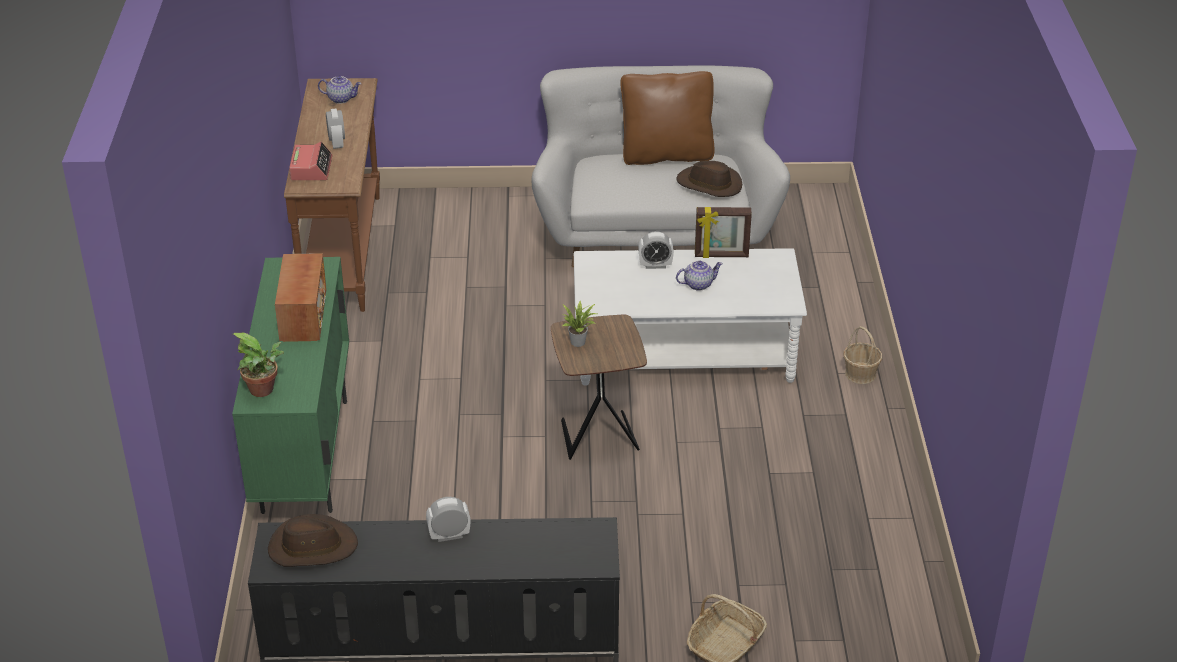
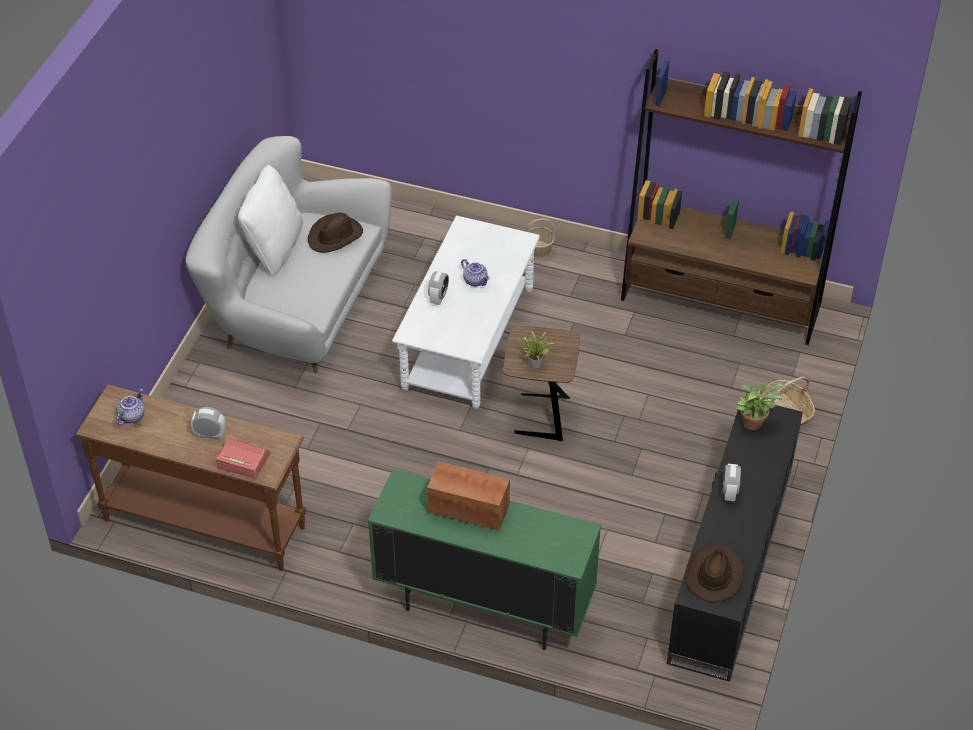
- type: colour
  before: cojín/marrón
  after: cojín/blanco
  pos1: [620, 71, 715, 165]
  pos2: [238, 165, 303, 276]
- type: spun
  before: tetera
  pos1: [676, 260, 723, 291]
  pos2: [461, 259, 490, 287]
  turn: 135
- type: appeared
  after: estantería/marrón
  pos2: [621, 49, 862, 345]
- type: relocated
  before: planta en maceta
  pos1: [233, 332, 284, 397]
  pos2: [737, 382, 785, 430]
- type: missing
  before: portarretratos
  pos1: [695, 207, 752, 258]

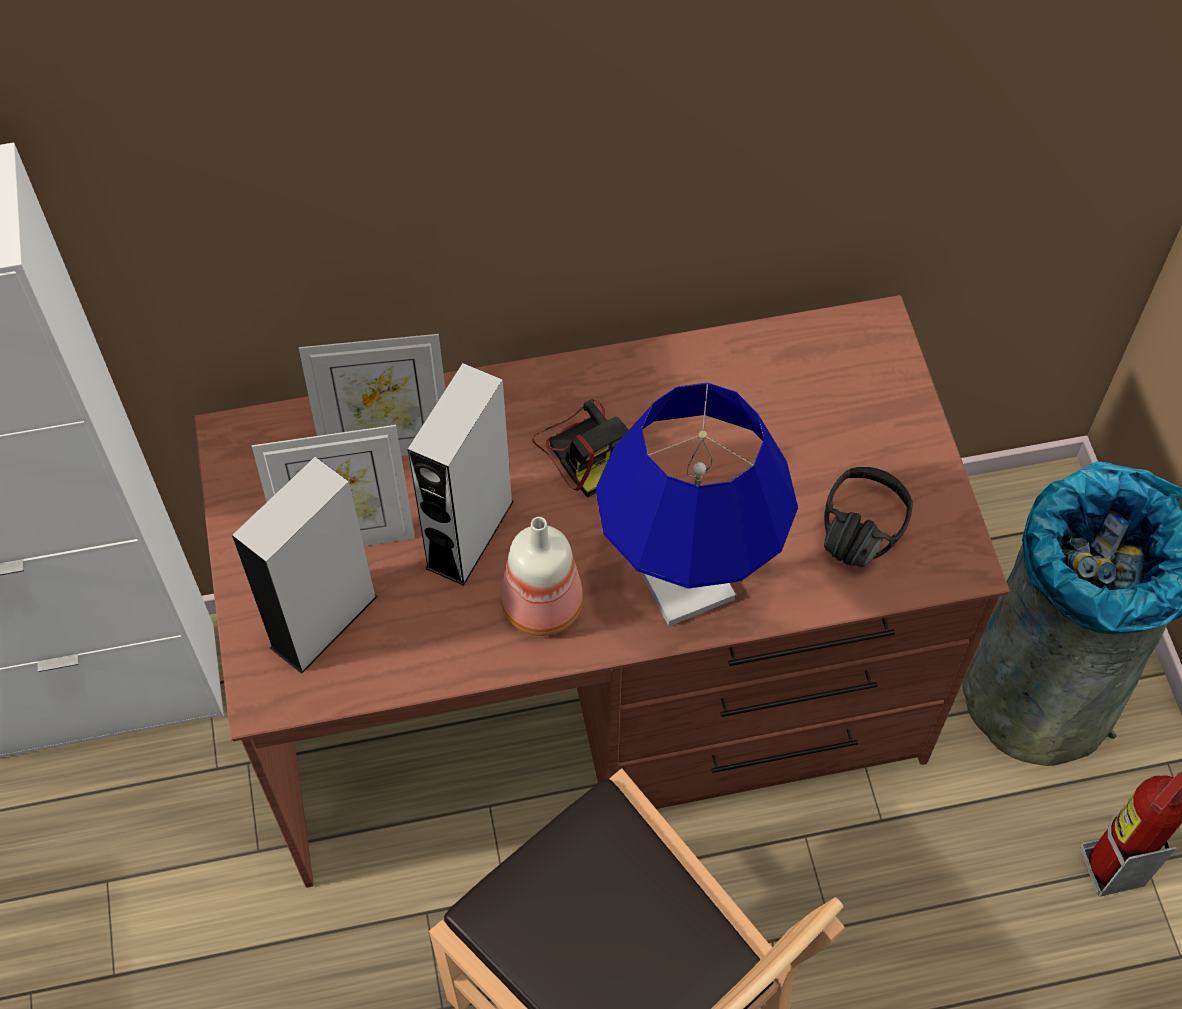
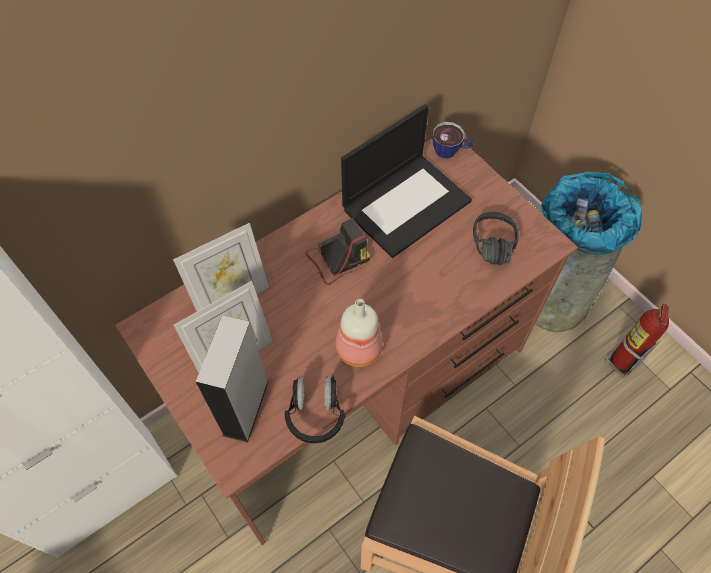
- type: appeared
  after: auriculares/negro
  pos2: [284, 375, 345, 443]
- type: spun
  before: cámara
  pos1: [533, 399, 629, 498]
  pos2: [306, 218, 370, 285]
  turn: -60
- type: appeared
  after: portátil
  pos2: [341, 104, 472, 258]
- type: appeared
  after: taza
  pos2: [433, 122, 474, 159]
- type: missing
  before: altavoz/gris
  pos1: [408, 363, 514, 586]
- type: missing
  before: lámpara de mesa/azul
  pos1: [595, 383, 798, 626]

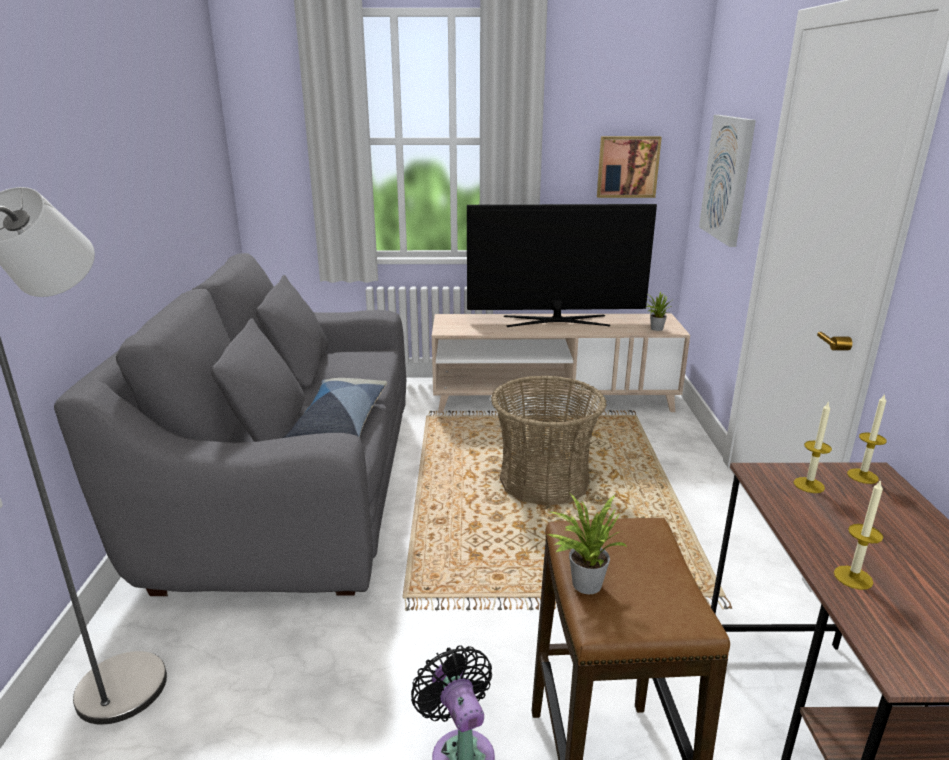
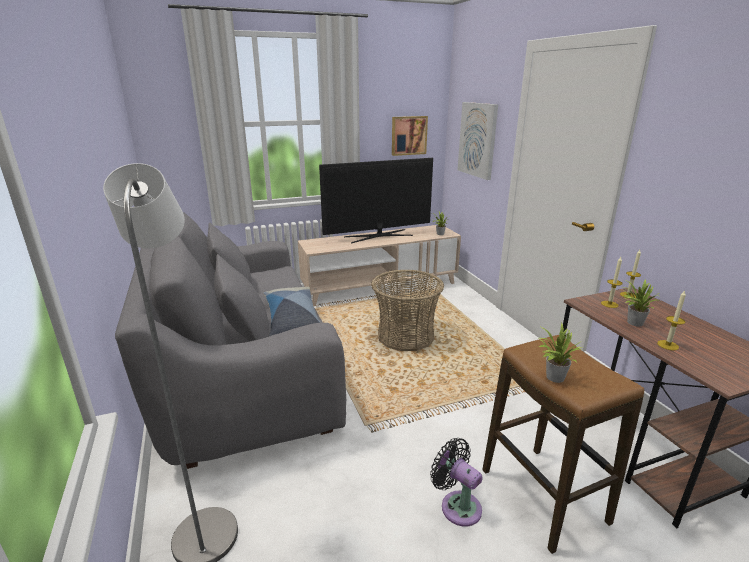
- type: appeared
  after: planta en maceta
  pos2: [624, 279, 659, 327]

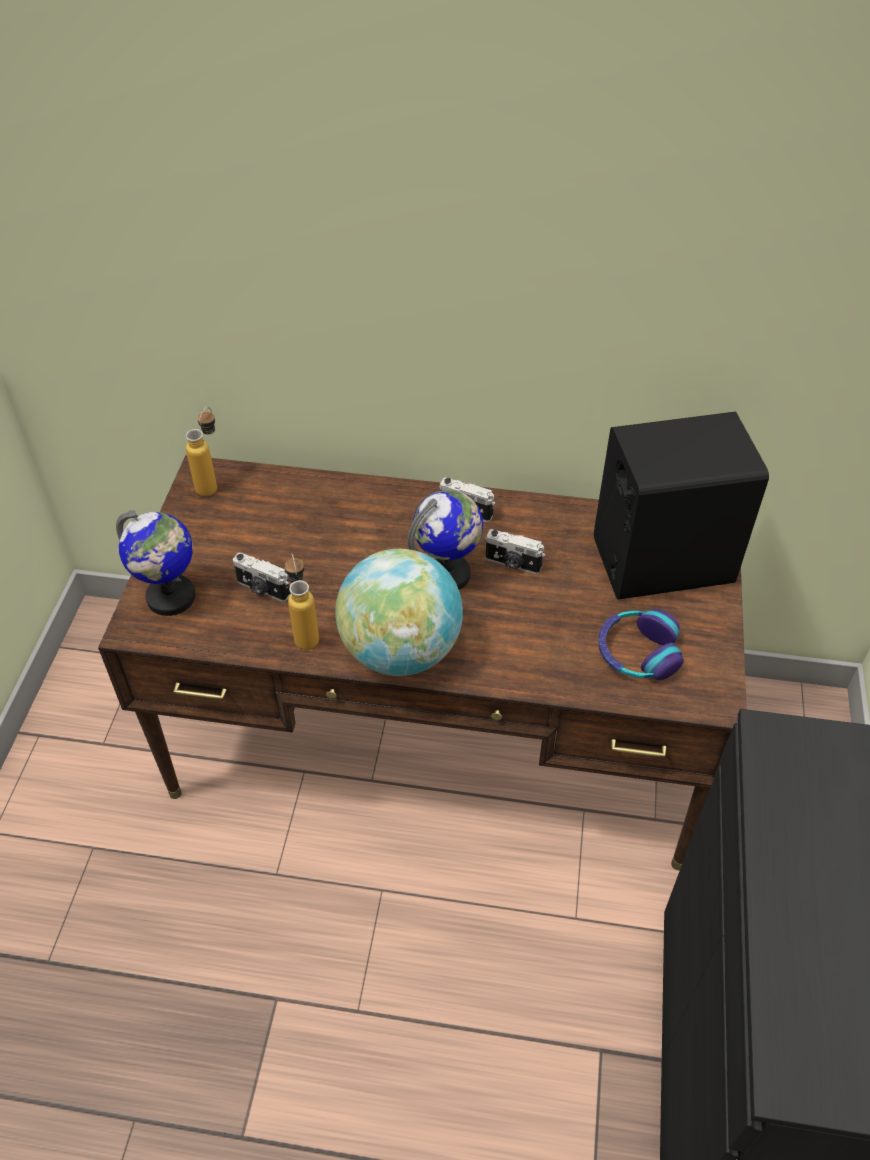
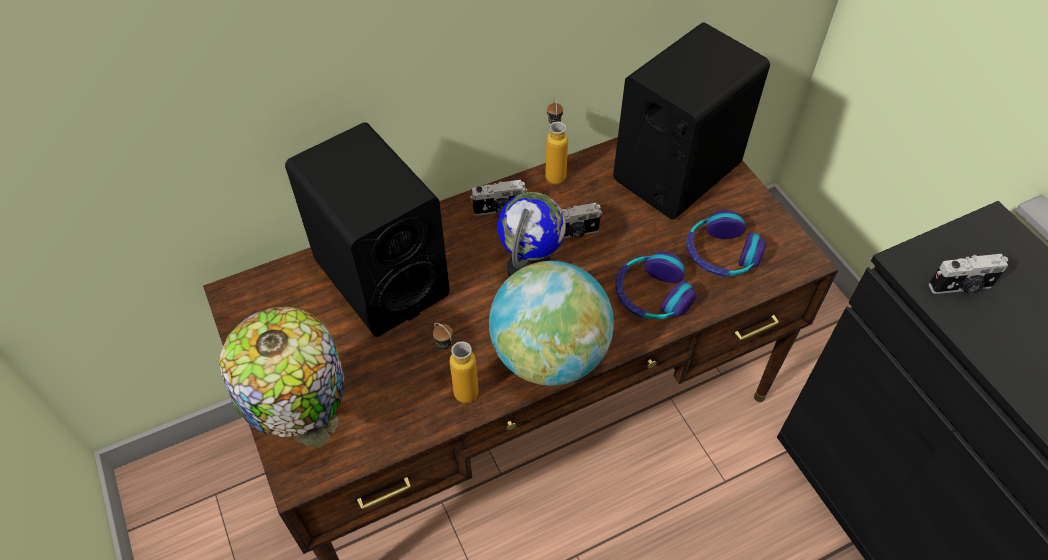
- type: exchanged
  before: globo terráqueo
  after: lámpara de mesa
  pos1: [116, 510, 196, 616]
  pos2: [219, 307, 344, 448]
- type: appeared
  after: altavoz/negro
  pos2: [285, 122, 450, 337]
- type: relocated
  before: botella
  pos1: [186, 407, 217, 496]
  pos2: [545, 98, 568, 184]
- type: appeared
  after: auriculares
  pos2: [615, 252, 697, 319]
- type: relocated
  before: cámara
  pos1: [233, 552, 291, 602]
  pos2: [928, 253, 1008, 294]

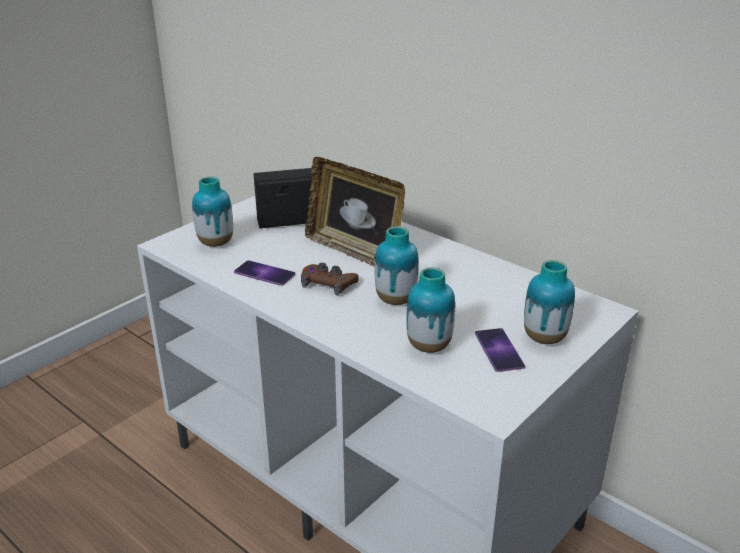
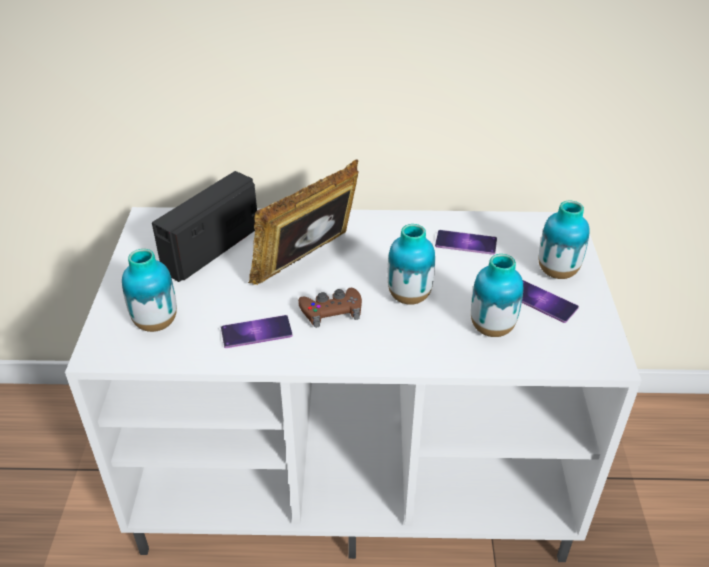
- type: spun
  before: portarretratos
  pos1: [305, 157, 405, 267]
  pos2: [248, 159, 359, 285]
  turn: 135
- type: appeared
  after: móvil
  pos2: [435, 230, 497, 255]

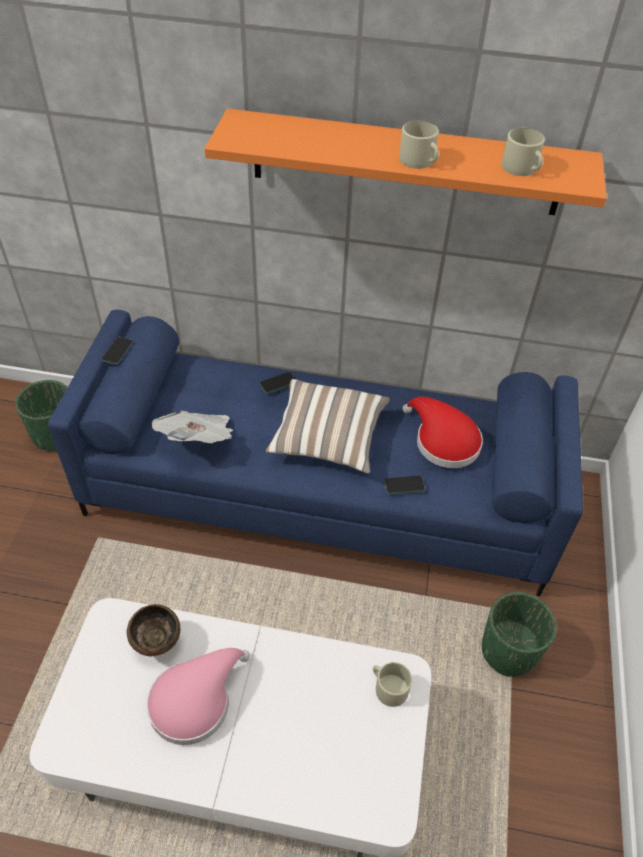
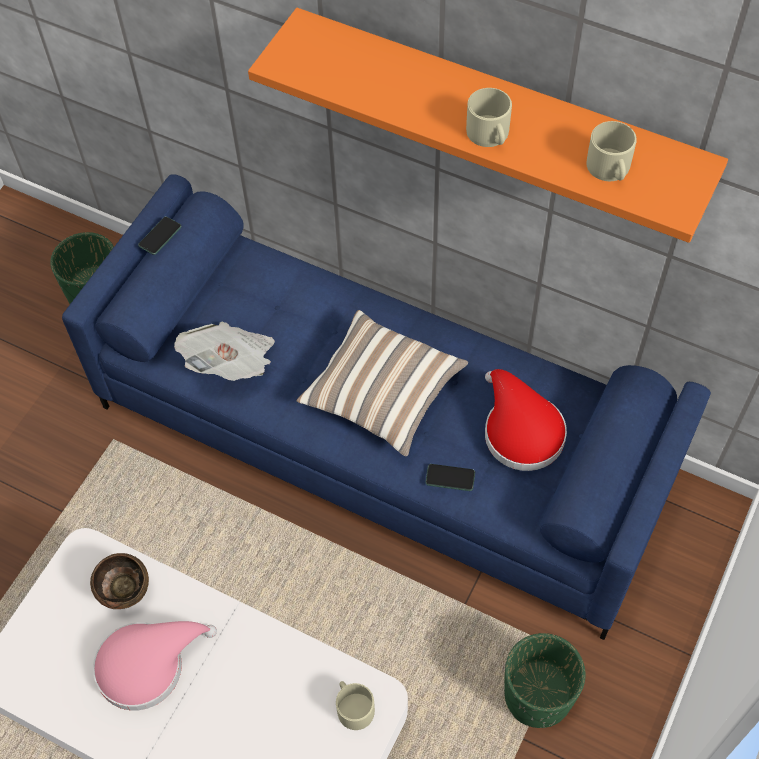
- type: missing
  before: móvil
  pos1: [259, 372, 295, 394]

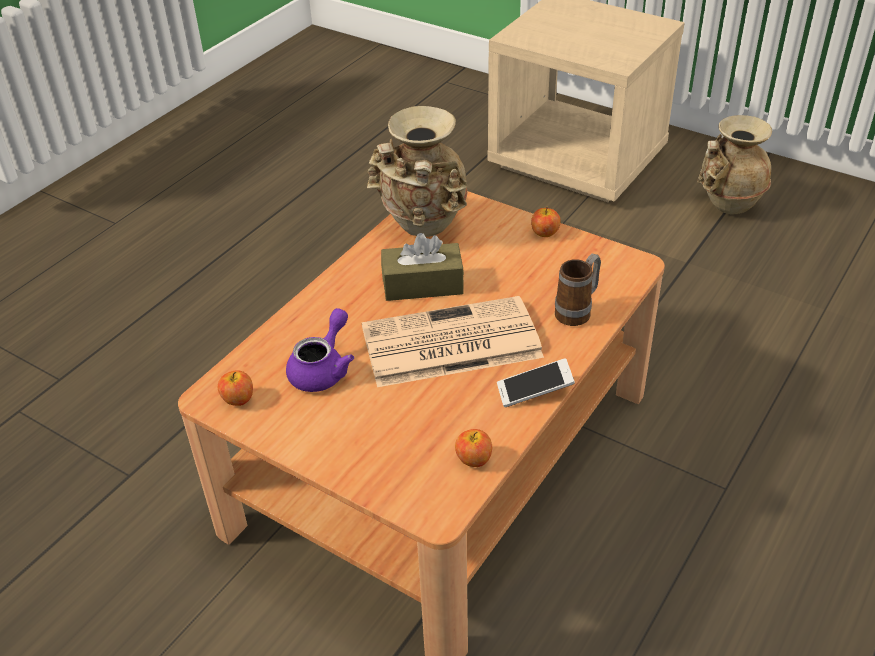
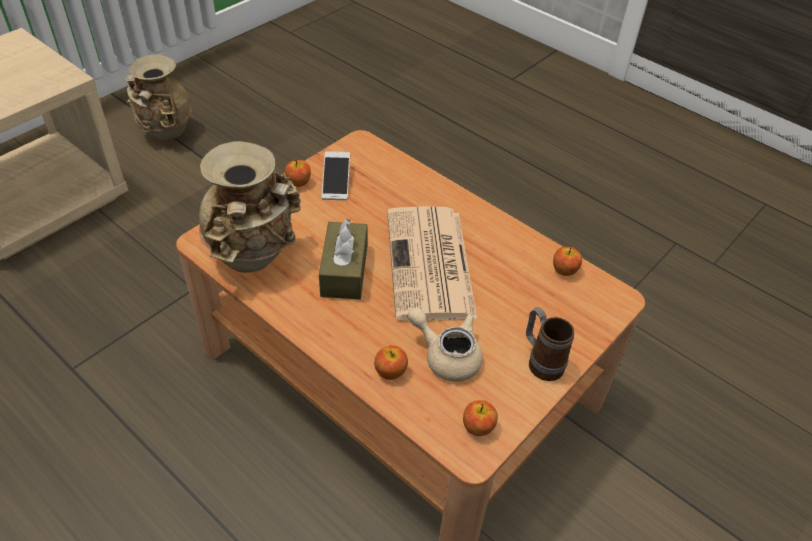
- type: relocated
  before: móvil
  pos1: [497, 358, 575, 407]
  pos2: [322, 151, 350, 200]
- type: appeared
  after: manzana
  pos2: [374, 345, 408, 380]
- type: colour
  before: tetera/morado
  after: tetera/beis
  pos1: [286, 308, 354, 392]
  pos2: [407, 307, 483, 381]
- type: relocated
  before: taza grande
  pos1: [555, 254, 601, 326]
  pos2: [526, 307, 574, 381]

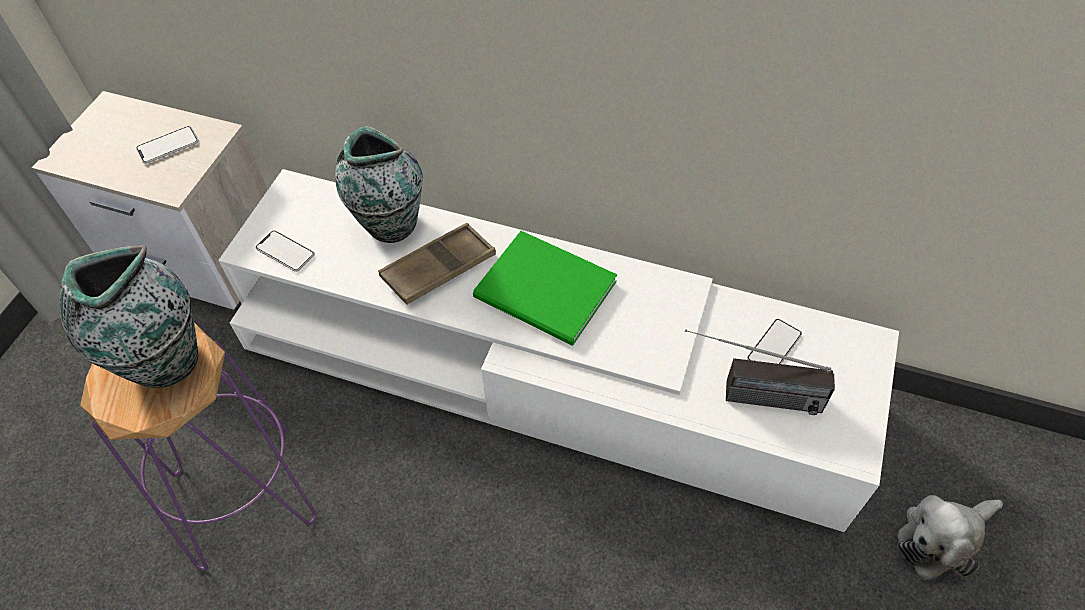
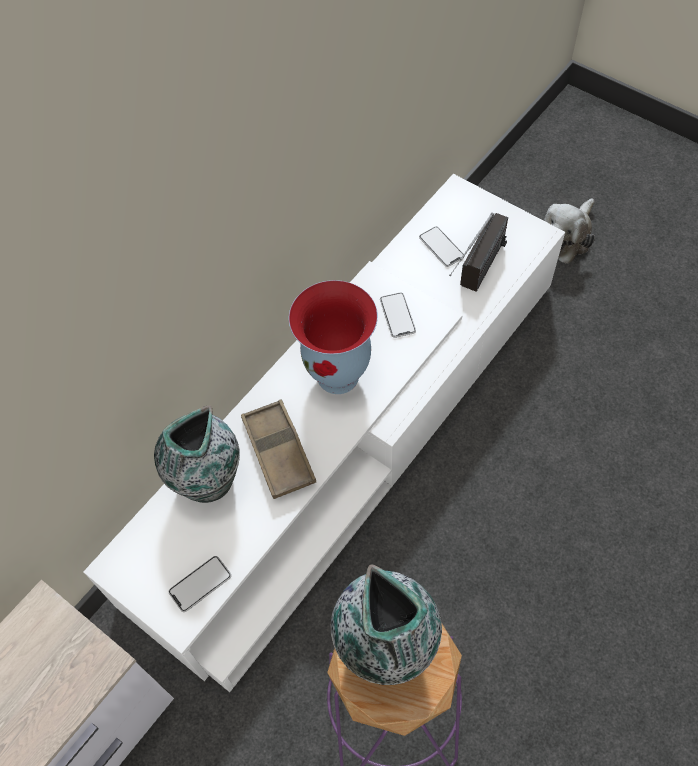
- type: exchanged
  before: libro/verde
  after: florero
  pos1: [473, 231, 617, 346]
  pos2: [289, 280, 378, 394]
- type: relocated
  before: móvil
  pos1: [136, 126, 199, 164]
  pos2: [380, 293, 416, 338]
- type: spun
  before: peluche
  pos1: [897, 495, 1003, 580]
  pos2: [544, 198, 595, 264]
  turn: 45

